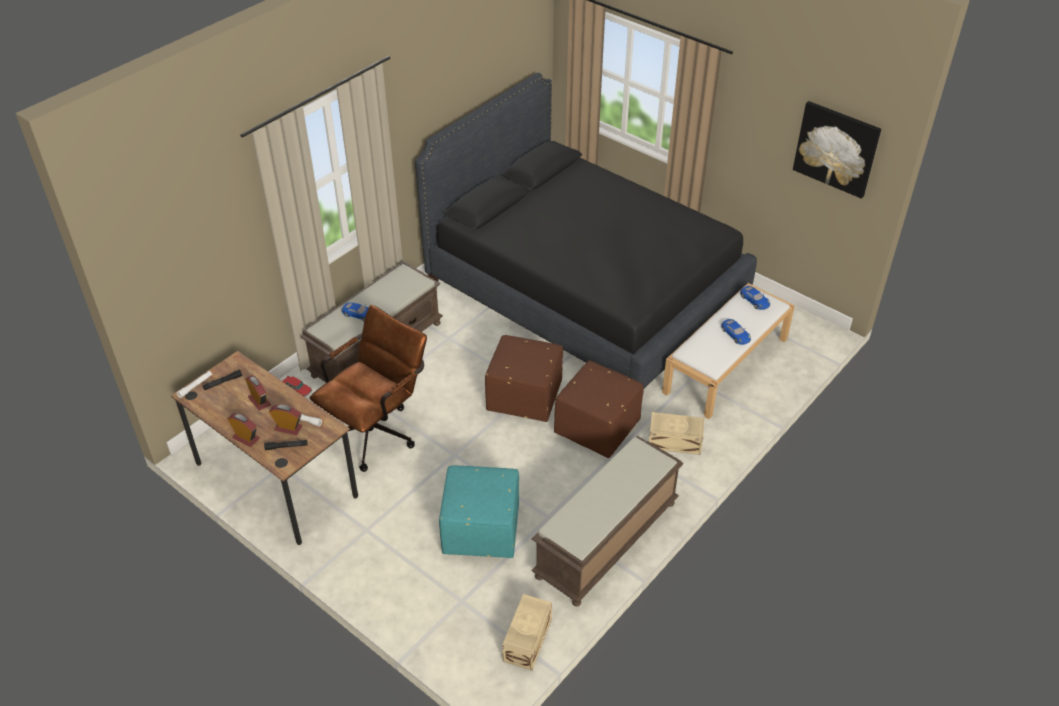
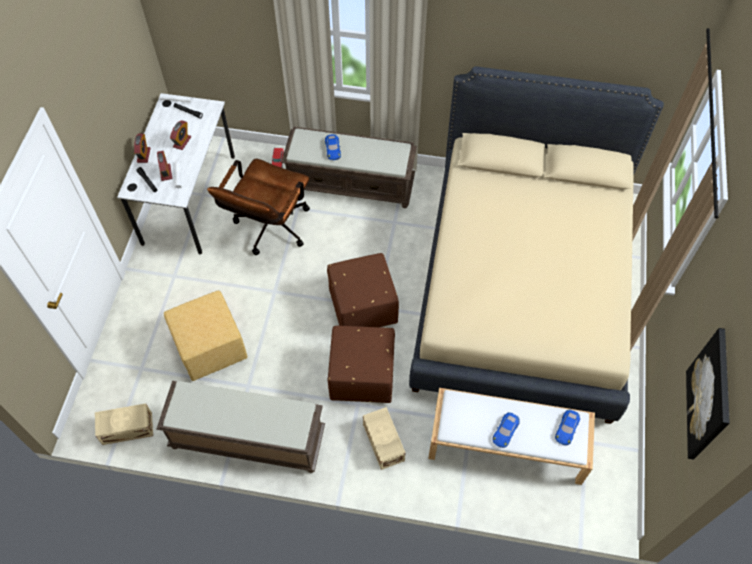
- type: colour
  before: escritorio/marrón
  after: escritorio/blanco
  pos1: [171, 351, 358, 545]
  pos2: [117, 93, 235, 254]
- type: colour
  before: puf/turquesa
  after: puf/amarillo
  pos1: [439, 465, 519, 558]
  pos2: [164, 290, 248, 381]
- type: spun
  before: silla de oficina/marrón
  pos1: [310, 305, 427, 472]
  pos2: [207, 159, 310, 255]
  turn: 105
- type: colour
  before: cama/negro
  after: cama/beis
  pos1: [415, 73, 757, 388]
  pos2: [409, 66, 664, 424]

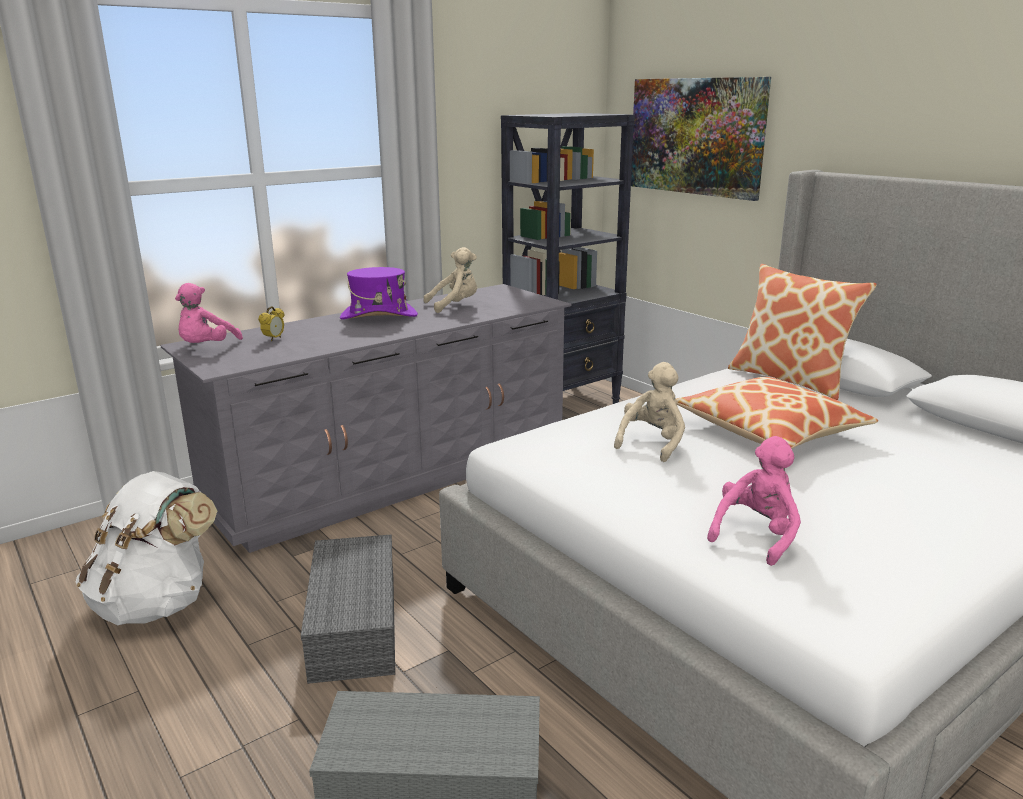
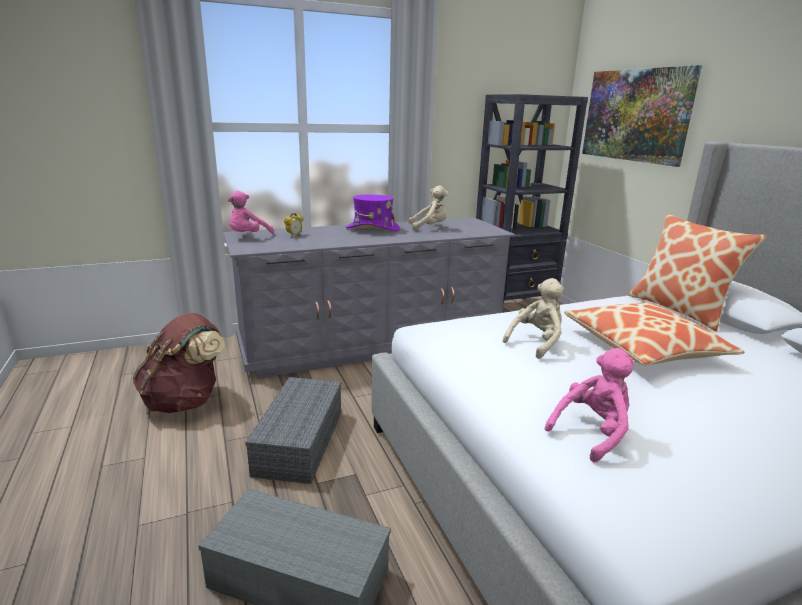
- type: colour
  before: mochila/blanco
  after: mochila/marrón
  pos1: [76, 471, 217, 625]
  pos2: [133, 313, 225, 413]

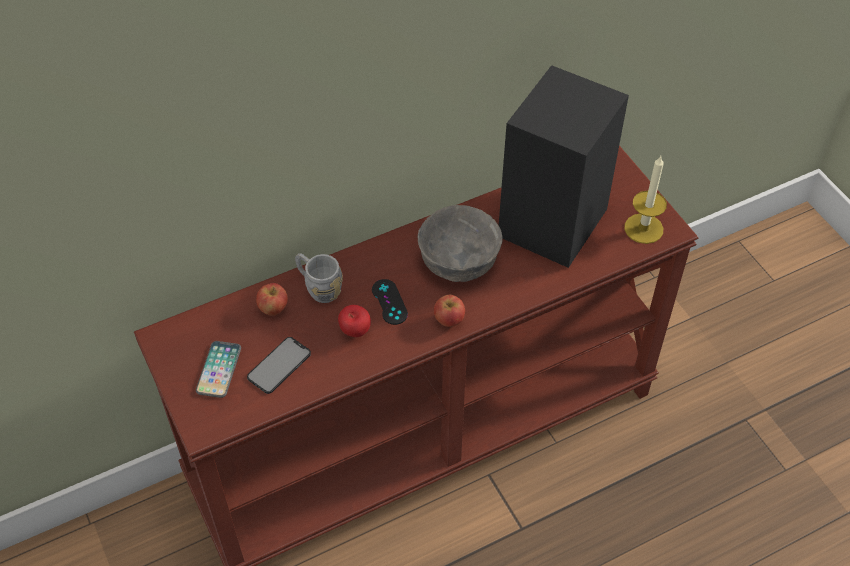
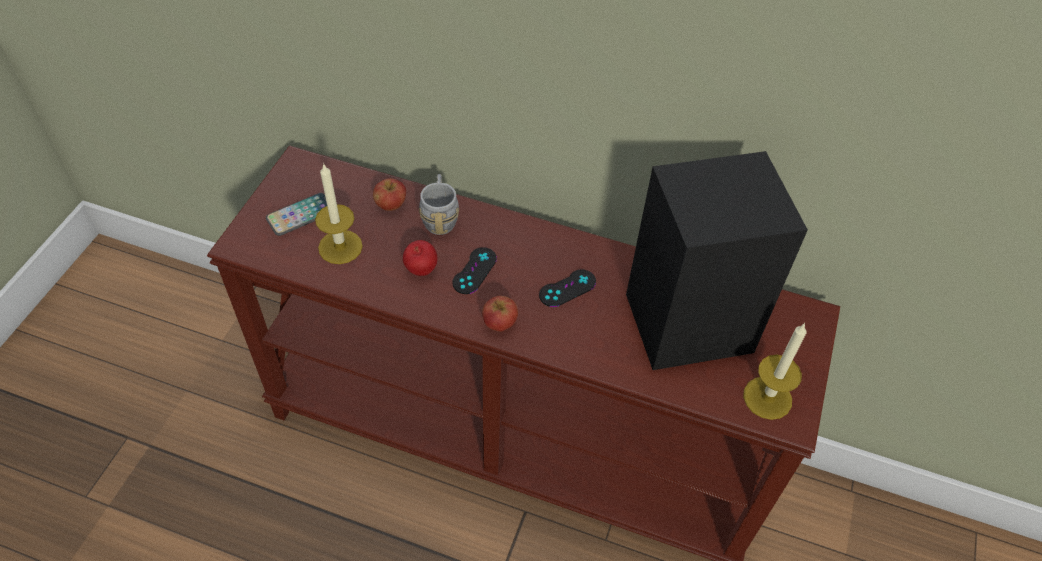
- type: exchanged
  before: móvil
  after: vela
  pos1: [247, 337, 311, 394]
  pos2: [315, 163, 363, 264]
- type: exchanged
  before: cuenco/gris
  after: mando de consola/negro
  pos1: [418, 205, 503, 282]
  pos2: [539, 270, 596, 307]

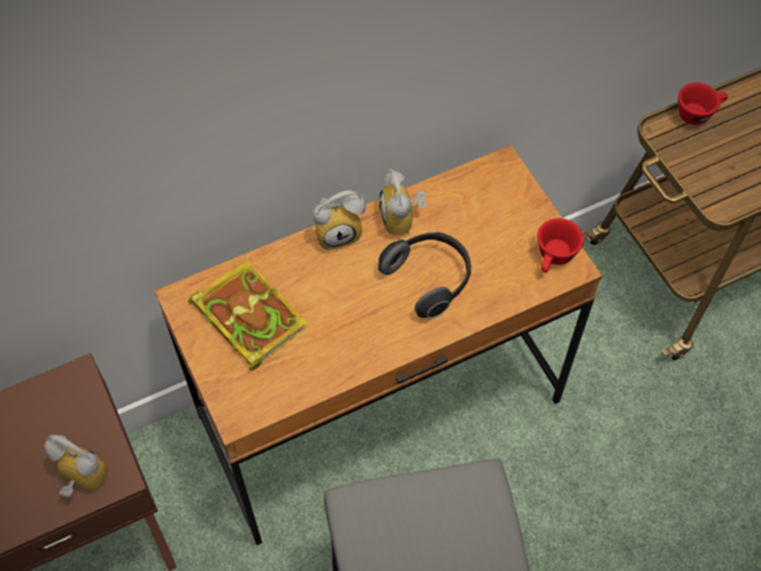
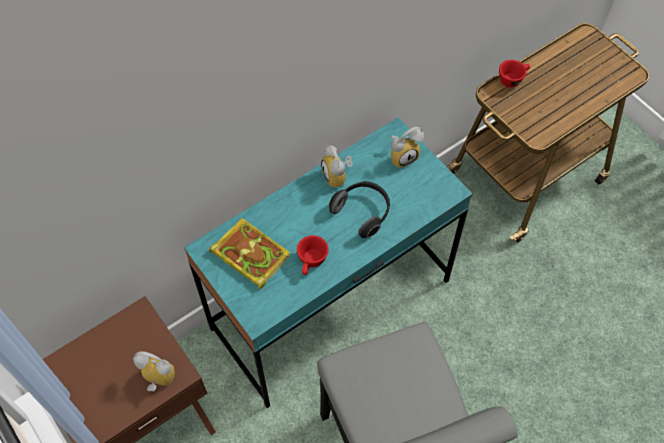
- type: colour
  before: escritorio/marrón
  after: escritorio/turquesa
  pos1: [155, 145, 602, 545]
  pos2: [184, 117, 472, 408]
- type: relocated
  before: taza/rojo
  pos1: [537, 218, 584, 272]
  pos2: [297, 235, 329, 275]
- type: relocated
  before: despertador
  pos1: [312, 190, 366, 250]
  pos2: [391, 127, 424, 168]

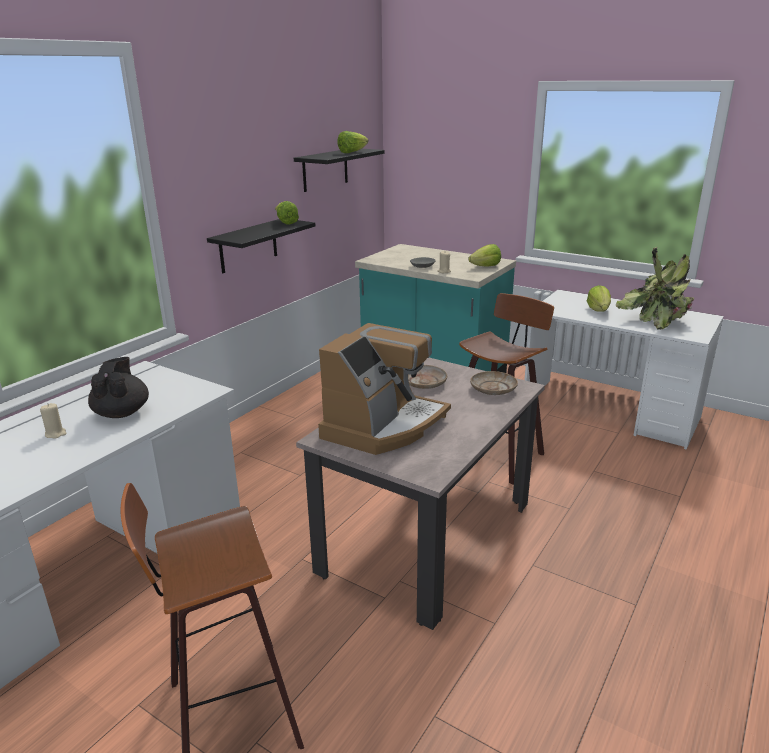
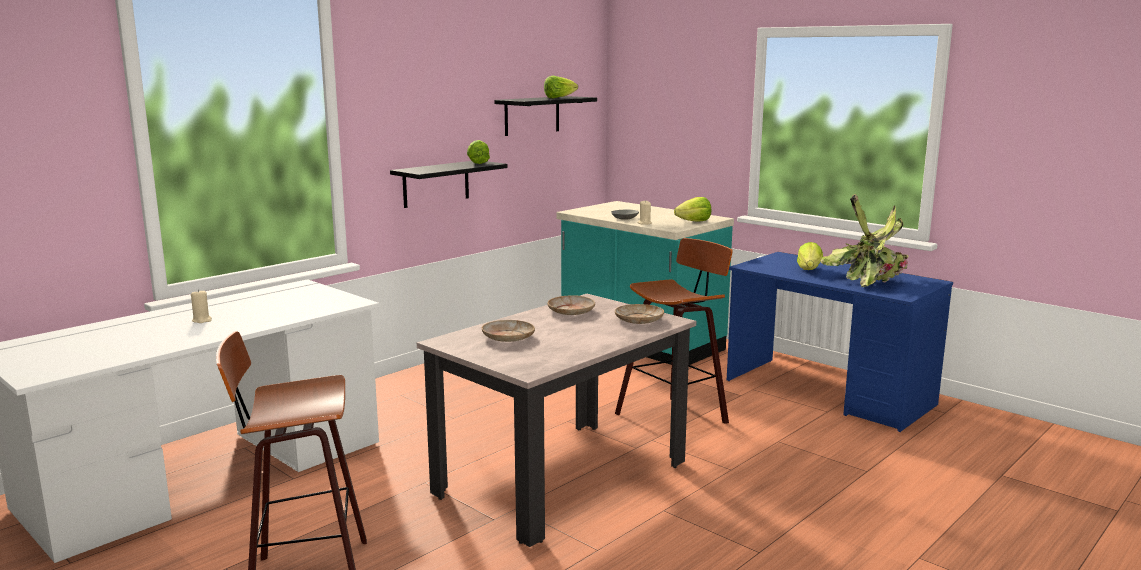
- type: exchanged
  before: cafetera
  after: plato/beis
  pos1: [318, 323, 451, 455]
  pos2: [482, 320, 535, 342]
- type: colour
  before: escritorio/blanco
  after: escritorio/azul
  pos1: [524, 290, 724, 450]
  pos2: [727, 252, 953, 432]
- type: missing
  before: tetera/negro
  pos1: [88, 357, 149, 418]

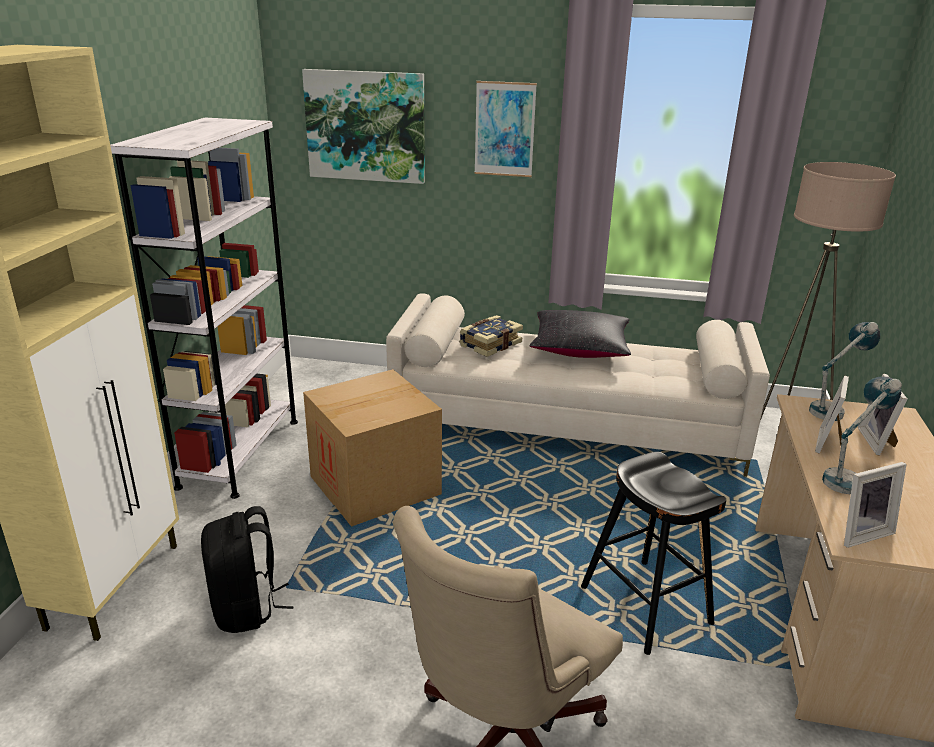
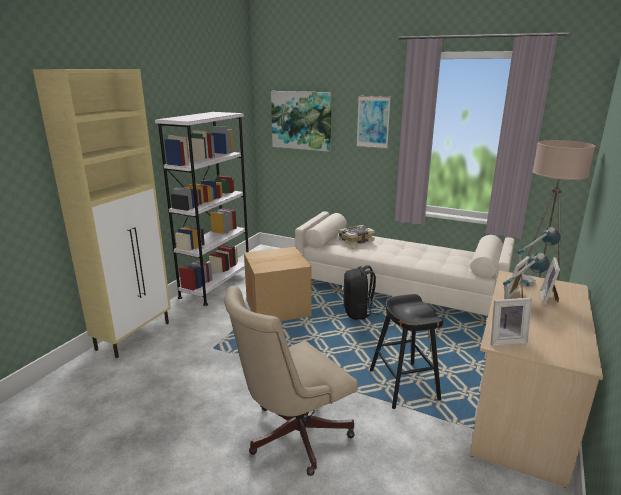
- type: relocated
  before: mochila/negro
  pos1: [201, 506, 294, 633]
  pos2: [343, 265, 379, 320]
- type: missing
  before: cojín/negro
  pos1: [529, 310, 631, 358]

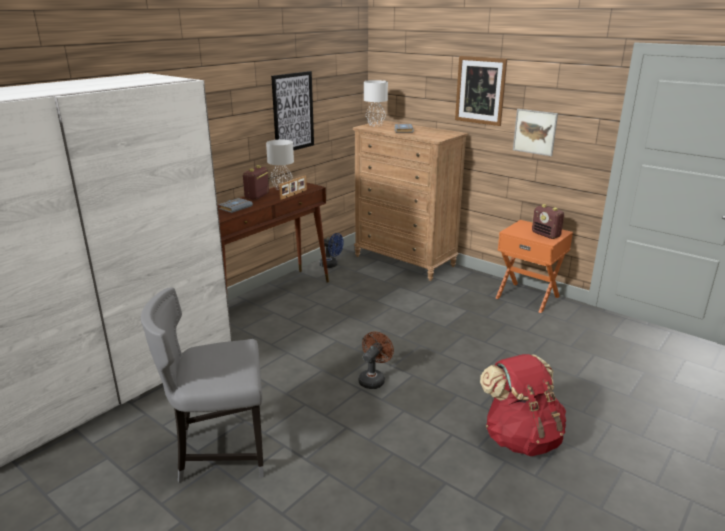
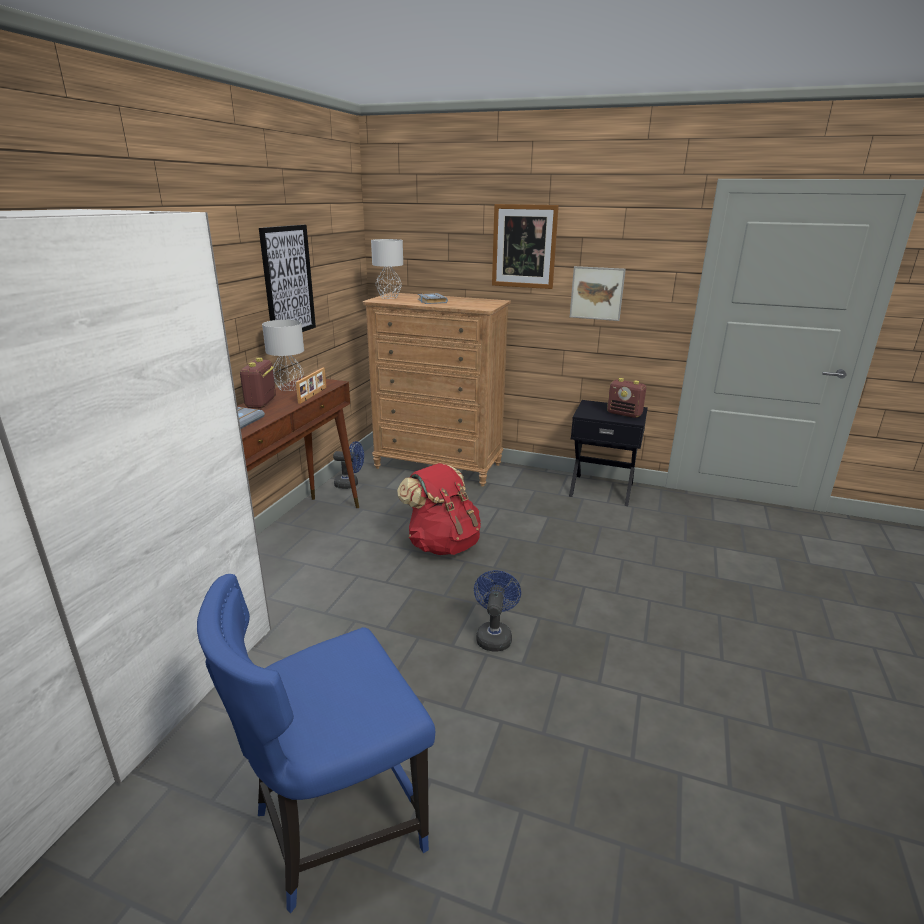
- type: colour
  before: silla/gris
  after: silla/azul
  pos1: [141, 288, 264, 483]
  pos2: [197, 574, 435, 913]
- type: relocated
  before: mochila/rojo
  pos1: [480, 354, 566, 456]
  pos2: [397, 463, 481, 555]
- type: colour
  before: ventilador/marrón
  after: ventilador/azul
  pos1: [359, 331, 394, 389]
  pos2: [474, 570, 521, 652]
- type: colour
  before: mesita de noche/naranja
  after: mesita de noche/negro
  pos1: [496, 220, 573, 313]
  pos2: [569, 400, 648, 506]

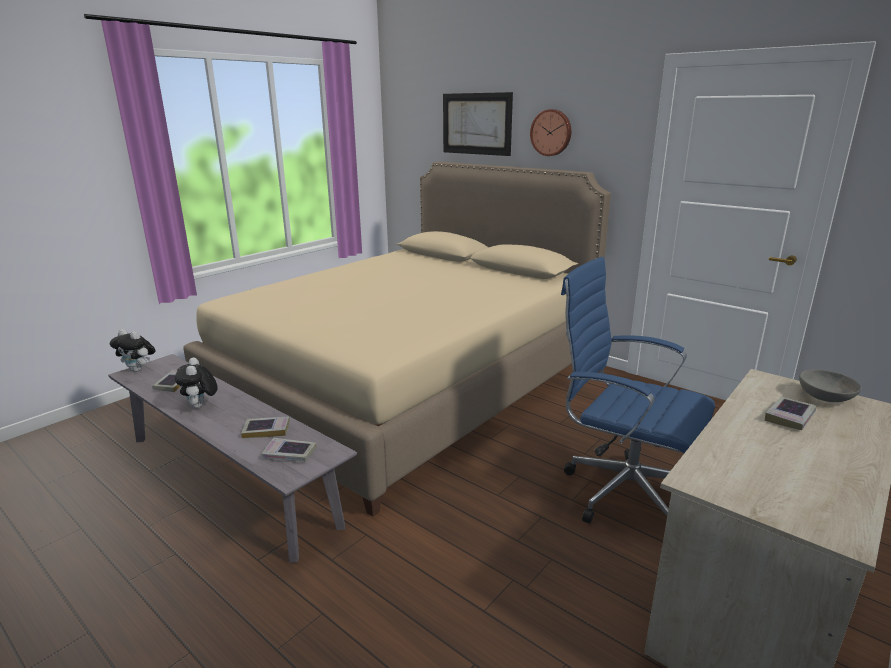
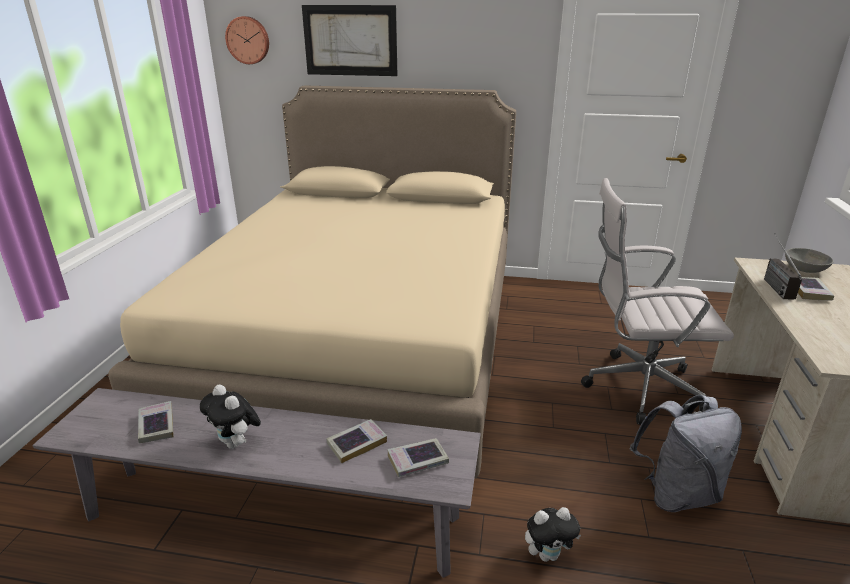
- type: relocated
  before: reloj de pared
  pos1: [530, 109, 571, 156]
  pos2: [225, 16, 269, 64]
- type: relocated
  before: peluche
  pos1: [110, 329, 156, 372]
  pos2: [525, 507, 581, 562]
- type: colour
  before: silla de oficina/azul
  after: silla de oficina/blanco
  pos1: [561, 257, 715, 523]
  pos2: [581, 178, 734, 425]
- type: appeared
  after: mochila/gris
  pos2: [630, 395, 742, 512]
- type: appeared
  after: radio
  pos2: [764, 233, 802, 300]

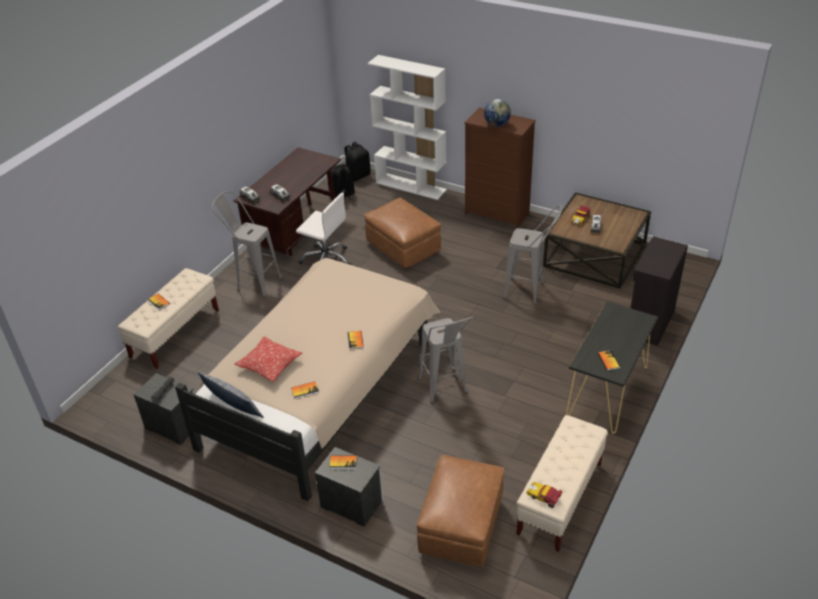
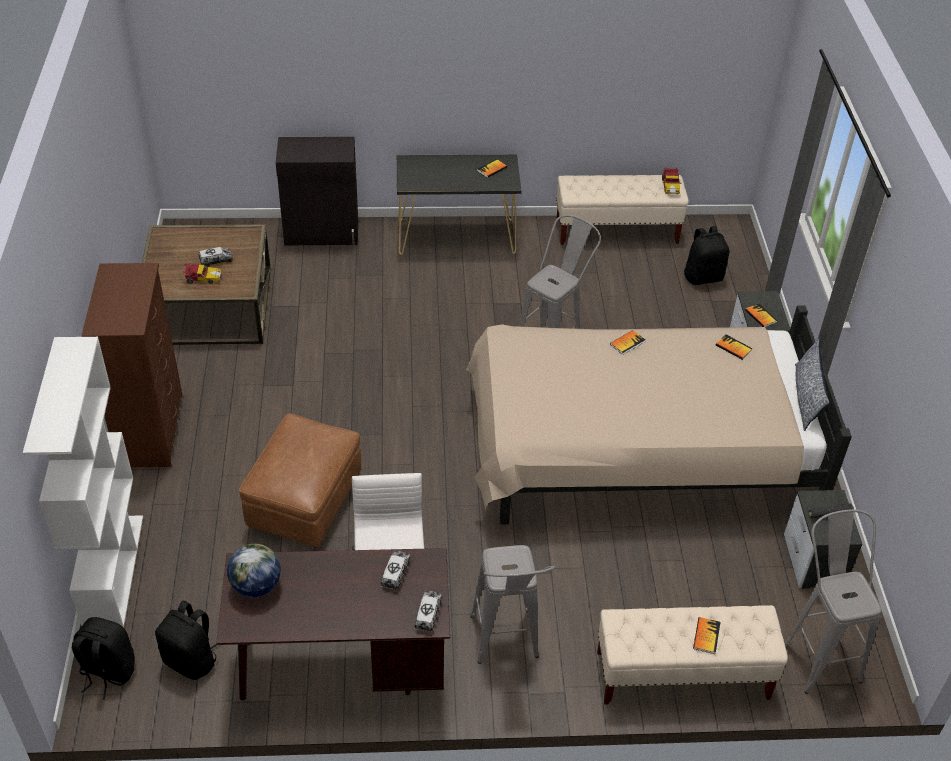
- type: relocated
  before: globo terráqueo
  pos1: [484, 99, 511, 127]
  pos2: [227, 544, 281, 598]
- type: exchanged
  before: puf/marrón
  after: mochila/negro
  pos1: [417, 455, 504, 567]
  pos2: [684, 226, 730, 285]
- type: relocated
  before: taburete/gris
  pos1: [504, 205, 562, 305]
  pos2: [785, 509, 882, 694]
- type: missing
  before: cojín
  pos1: [235, 336, 302, 381]

